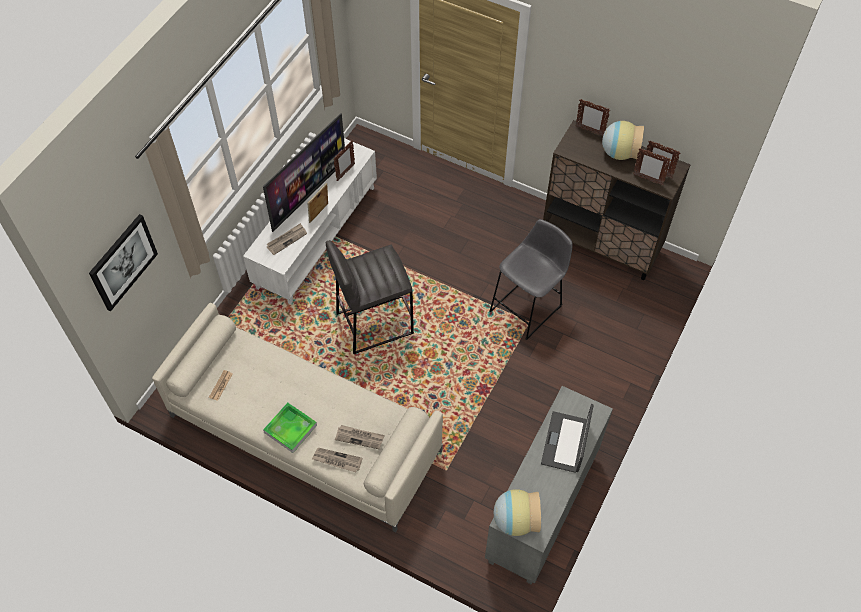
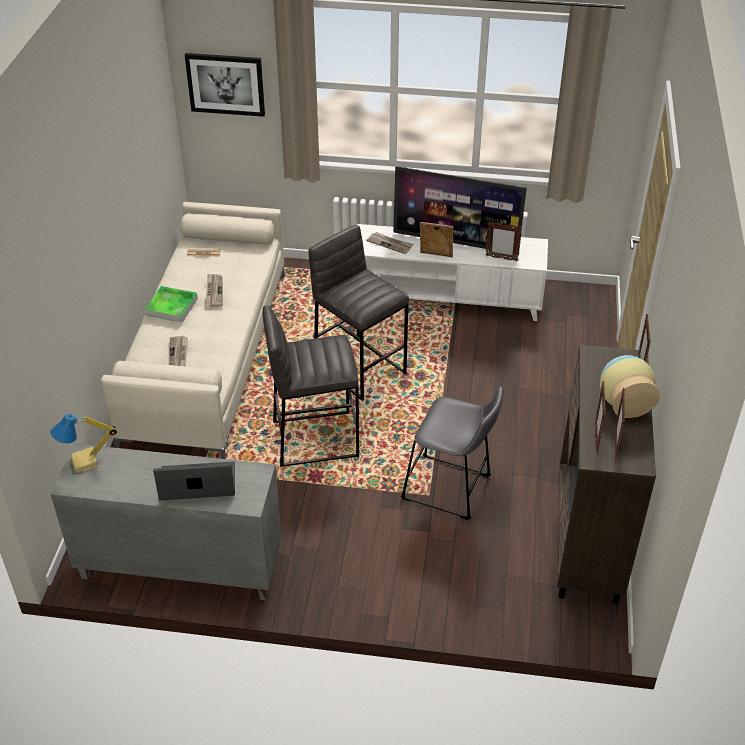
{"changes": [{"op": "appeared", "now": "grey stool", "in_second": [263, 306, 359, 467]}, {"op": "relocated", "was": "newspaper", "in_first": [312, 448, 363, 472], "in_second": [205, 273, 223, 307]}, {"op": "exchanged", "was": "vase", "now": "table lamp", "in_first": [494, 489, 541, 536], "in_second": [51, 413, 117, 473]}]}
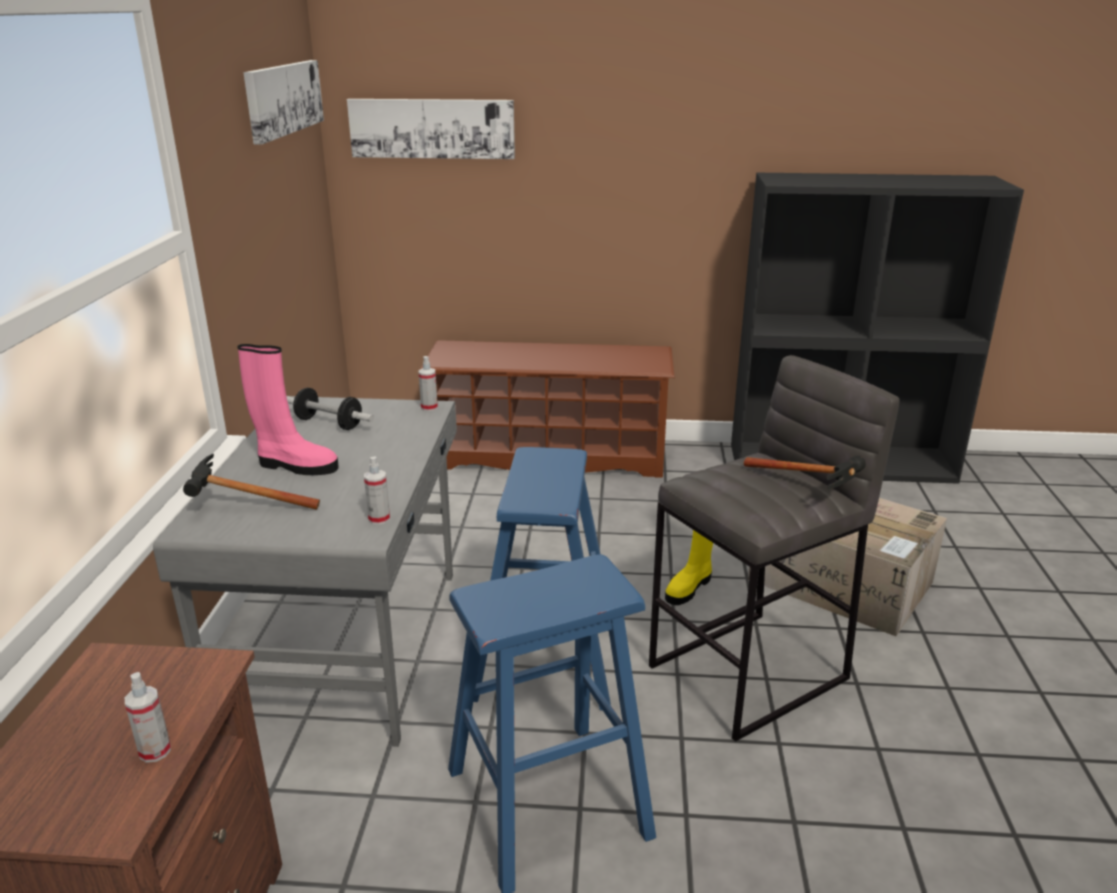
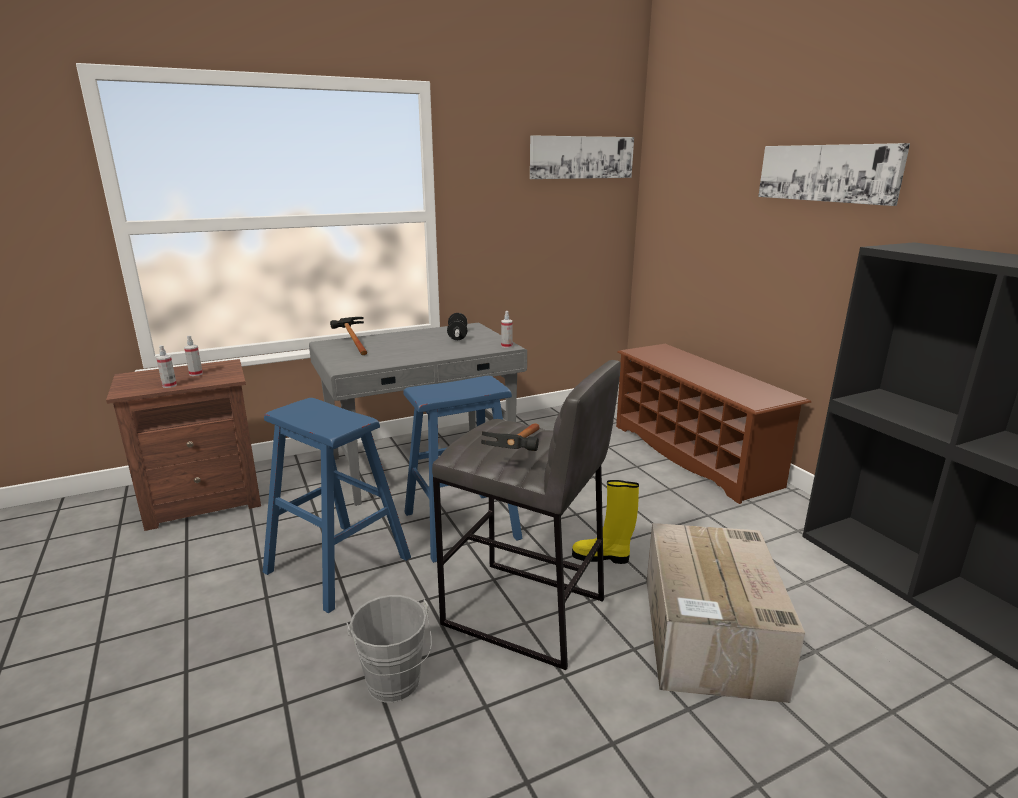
{"changes": [{"op": "missing", "was": "pink boot", "in_first": [237, 344, 339, 475]}, {"op": "appeared", "now": "grey bucket", "in_second": [346, 595, 432, 703]}, {"op": "relocated", "was": "picture", "in_first": [347, 99, 515, 159], "in_second": [758, 143, 910, 206]}, {"op": "relocated", "was": "spray bottle", "in_first": [364, 457, 390, 525], "in_second": [184, 336, 203, 376]}]}
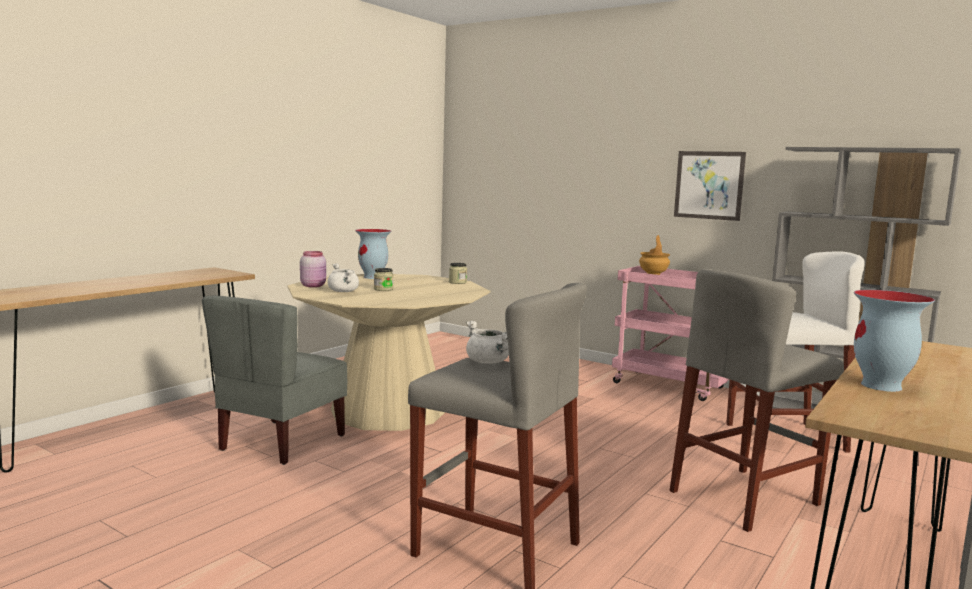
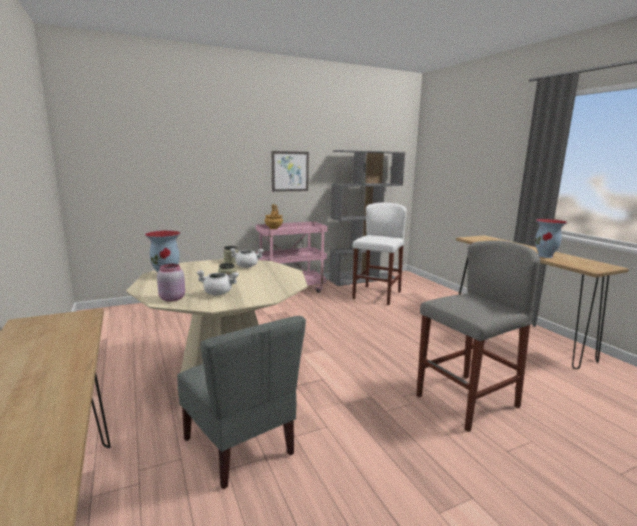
{"changes": [{"op": "missing", "was": "grey stool", "in_first": [669, 269, 844, 532]}, {"op": "relocated", "was": "white cooking pot", "in_first": [466, 321, 509, 364], "in_second": [230, 248, 264, 268]}]}
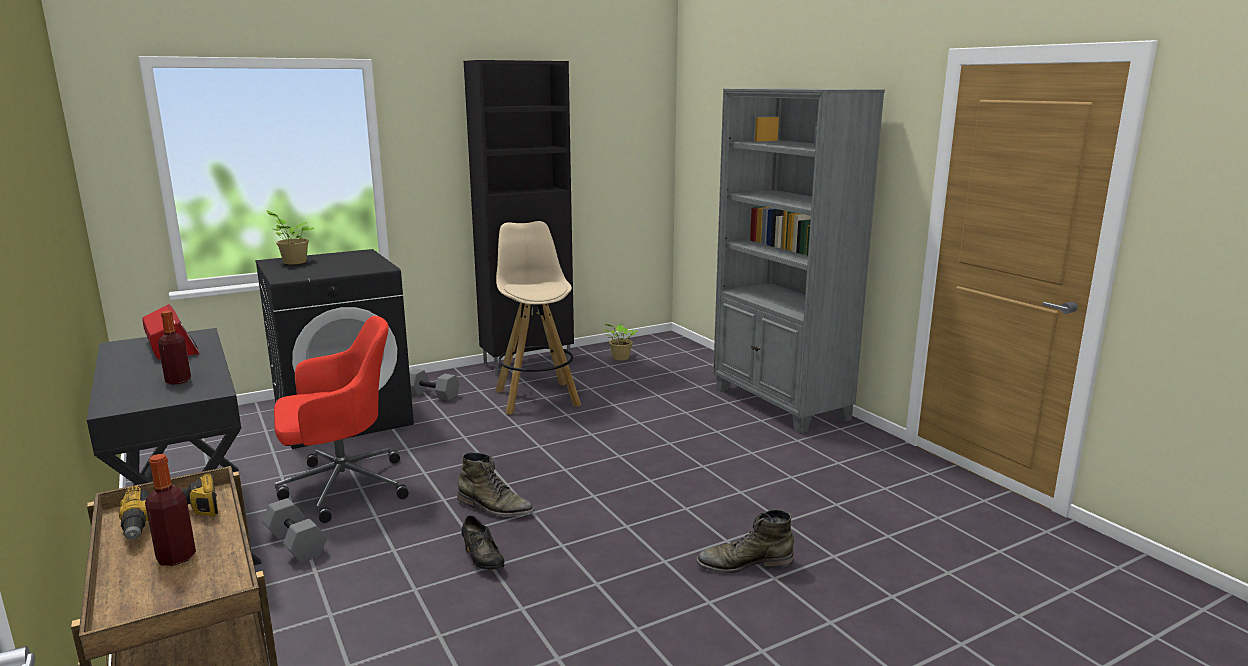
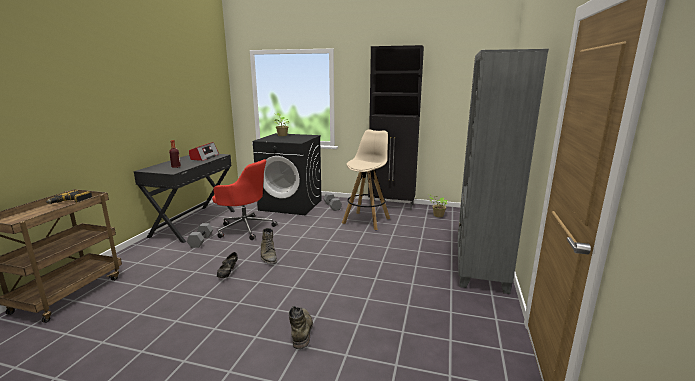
{"changes": [{"op": "missing", "was": "bottle", "in_first": [145, 454, 196, 566]}, {"op": "spun", "was": "green boot", "in_first": [696, 509, 794, 573], "in_second": [289, 306, 313, 349], "clockwise": 45}]}
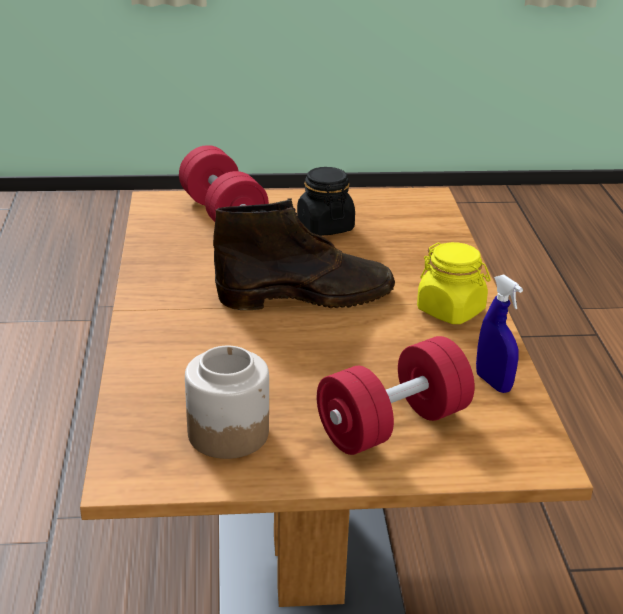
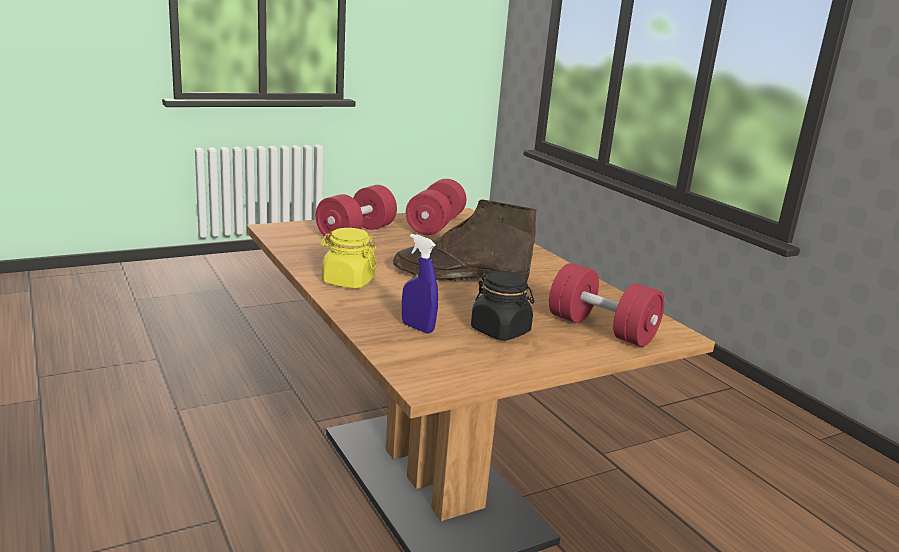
{"changes": [{"op": "relocated", "was": "blue spray bottle", "in_first": [476, 274, 523, 393], "in_second": [402, 234, 438, 334]}, {"op": "exchanged", "was": "jar", "now": "red dumbbell", "in_first": [185, 346, 269, 459], "in_second": [406, 179, 466, 235]}, {"op": "spun", "was": "brown boot", "in_first": [213, 198, 395, 310], "in_second": [393, 200, 536, 281], "clockwise": 45}]}
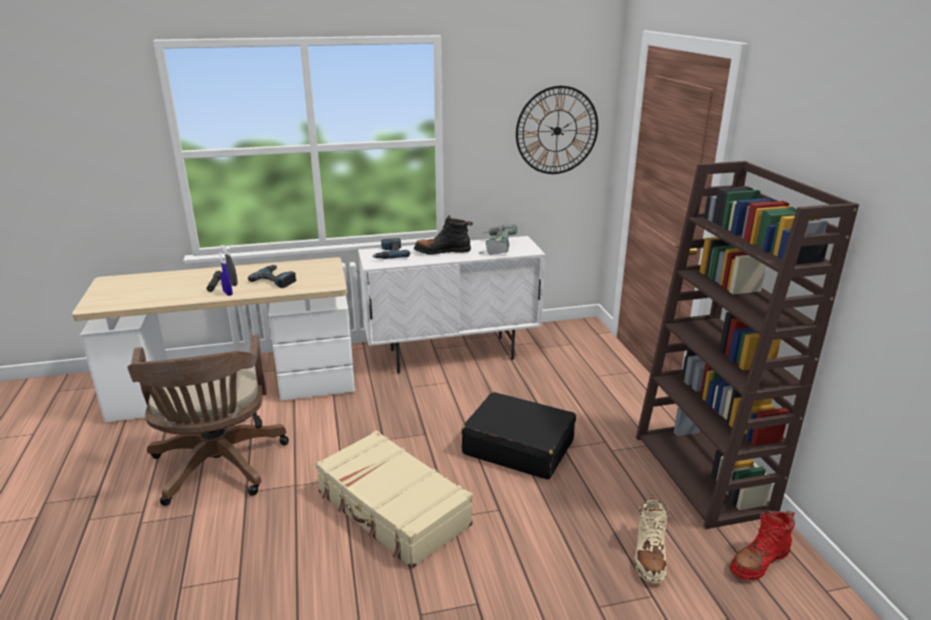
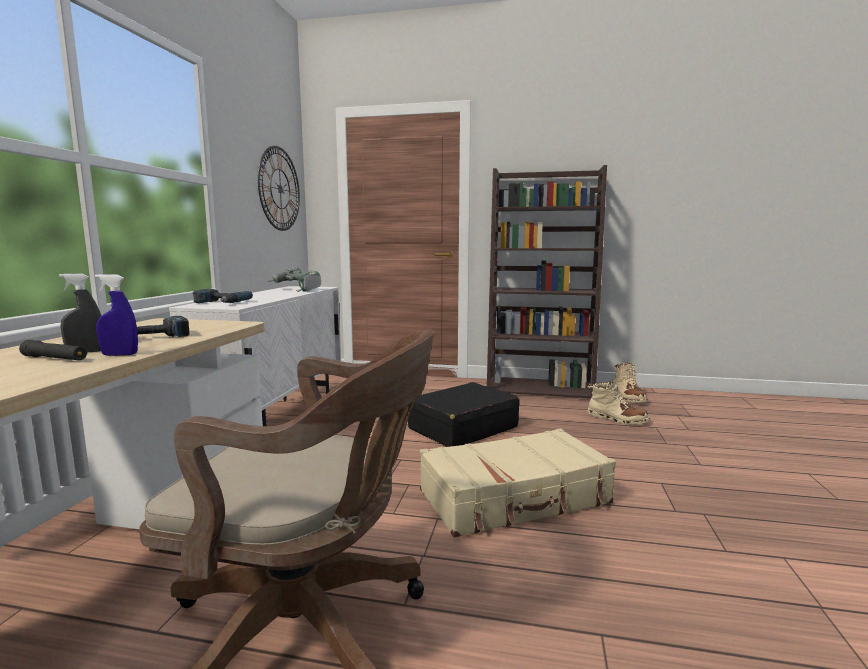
{"changes": [{"op": "missing", "was": "black boot", "in_first": [414, 215, 473, 255]}, {"op": "colour", "was": "red boot", "now": "beige boot", "in_first": [730, 510, 795, 580], "in_second": [614, 362, 648, 403]}]}
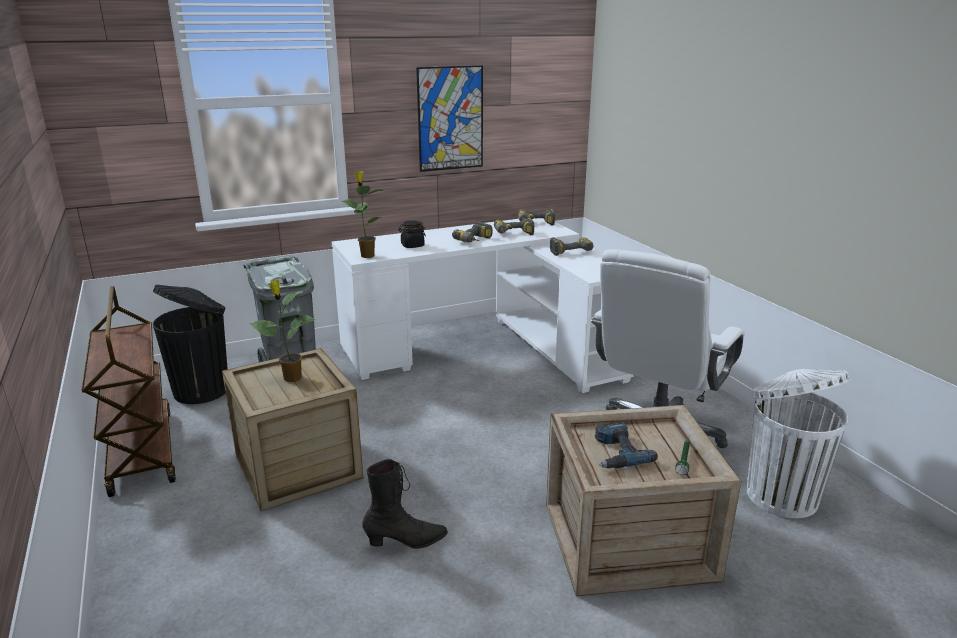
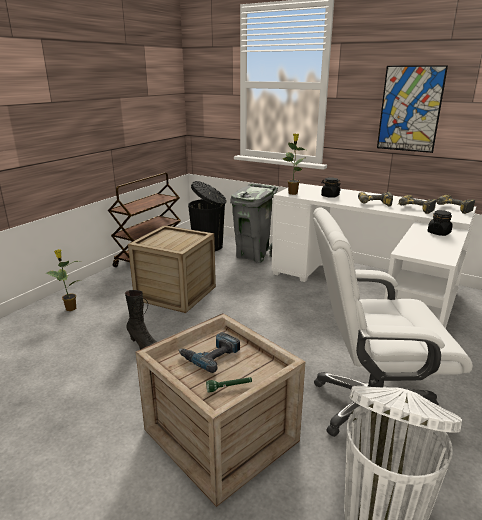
{"changes": [{"op": "relocated", "was": "potted plant", "in_first": [250, 280, 316, 382], "in_second": [46, 249, 81, 311]}, {"op": "exchanged", "was": "power drill", "now": "black jar", "in_first": [550, 238, 594, 256], "in_second": [427, 210, 453, 236]}]}
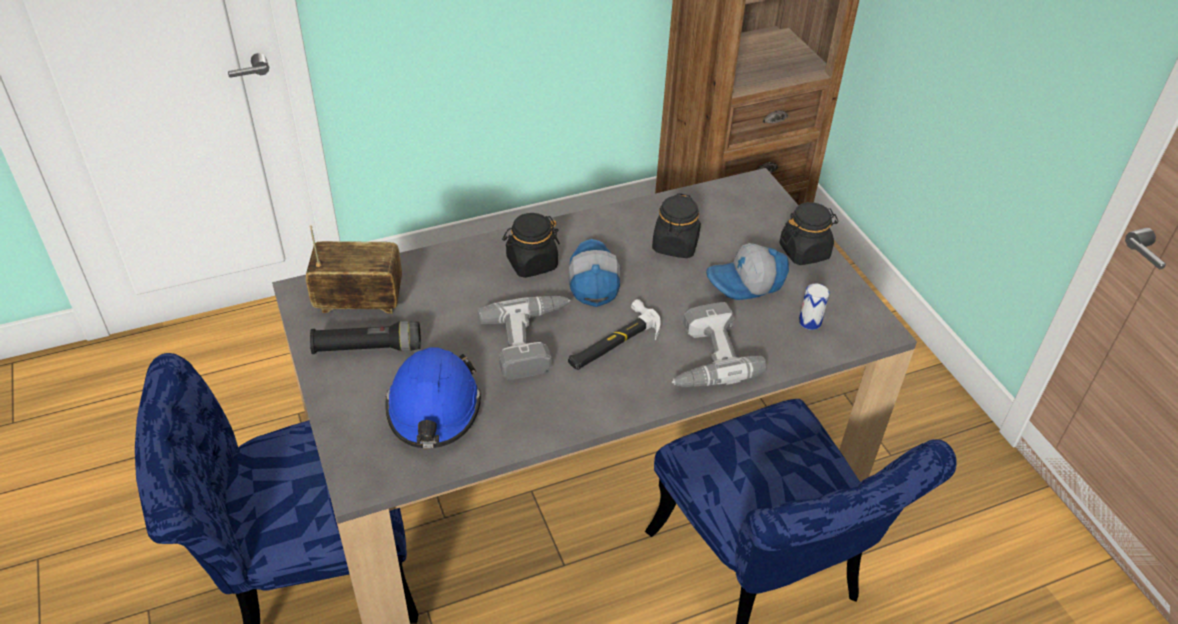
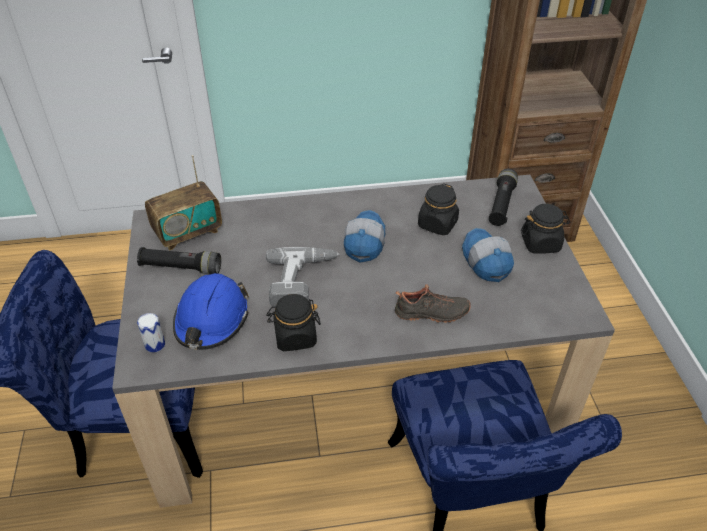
{"changes": [{"op": "missing", "was": "hammer", "in_first": [568, 299, 661, 370]}, {"op": "appeared", "now": "black flashlight", "in_second": [489, 169, 518, 226]}, {"op": "relocated", "was": "black jar", "in_first": [502, 213, 560, 278], "in_second": [266, 294, 321, 351]}, {"op": "relocated", "was": "can", "in_first": [799, 283, 829, 330], "in_second": [137, 313, 165, 352]}, {"op": "exchanged", "was": "power drill", "now": "black shoe", "in_first": [672, 302, 767, 387], "in_second": [395, 285, 471, 323]}, {"op": "spun", "was": "radio", "in_first": [306, 225, 402, 313], "in_second": [145, 155, 222, 251], "clockwise": 135}, {"op": "spun", "was": "cap", "in_first": [706, 243, 789, 300], "in_second": [462, 228, 514, 282], "clockwise": 75}]}
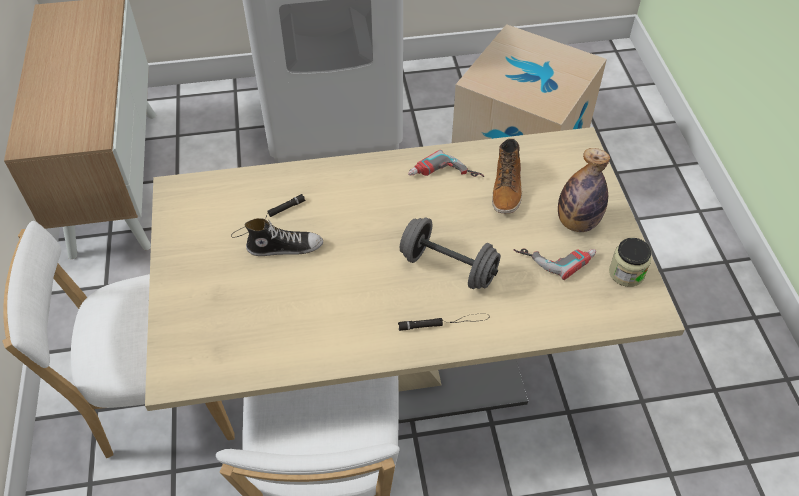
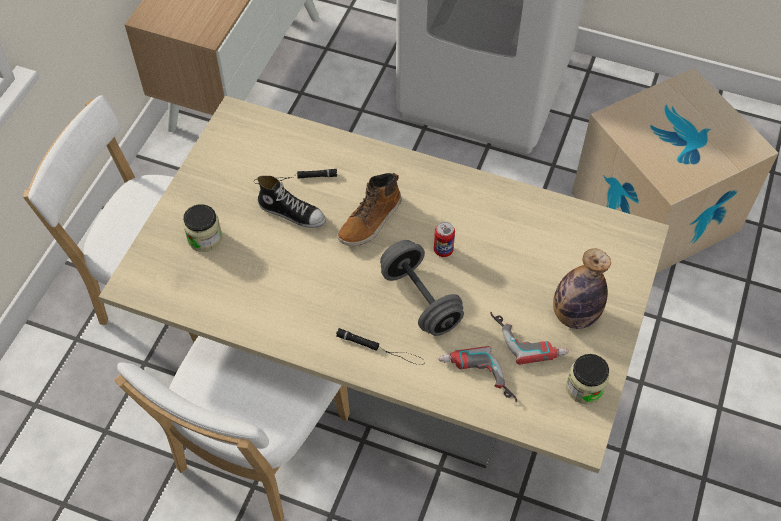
{"changes": [{"op": "appeared", "now": "jar", "in_second": [183, 204, 222, 252]}, {"op": "appeared", "now": "can", "in_second": [434, 222, 455, 257]}, {"op": "relocated", "was": "power drill", "in_first": [408, 150, 484, 177], "in_second": [439, 346, 517, 402]}, {"op": "relocated", "was": "boot", "in_first": [492, 138, 522, 214], "in_second": [337, 173, 402, 246]}]}
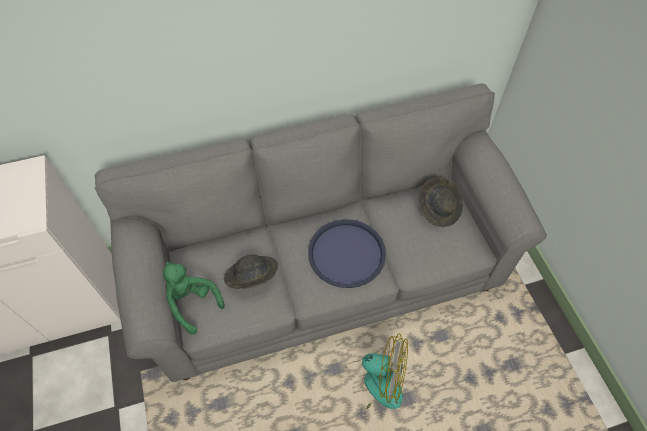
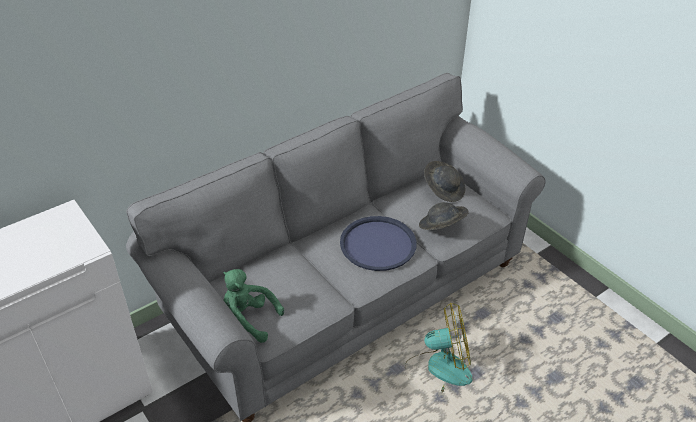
{"changes": [{"op": "relocated", "was": "grey hat", "in_first": [224, 254, 278, 289], "in_second": [419, 202, 469, 230]}]}
